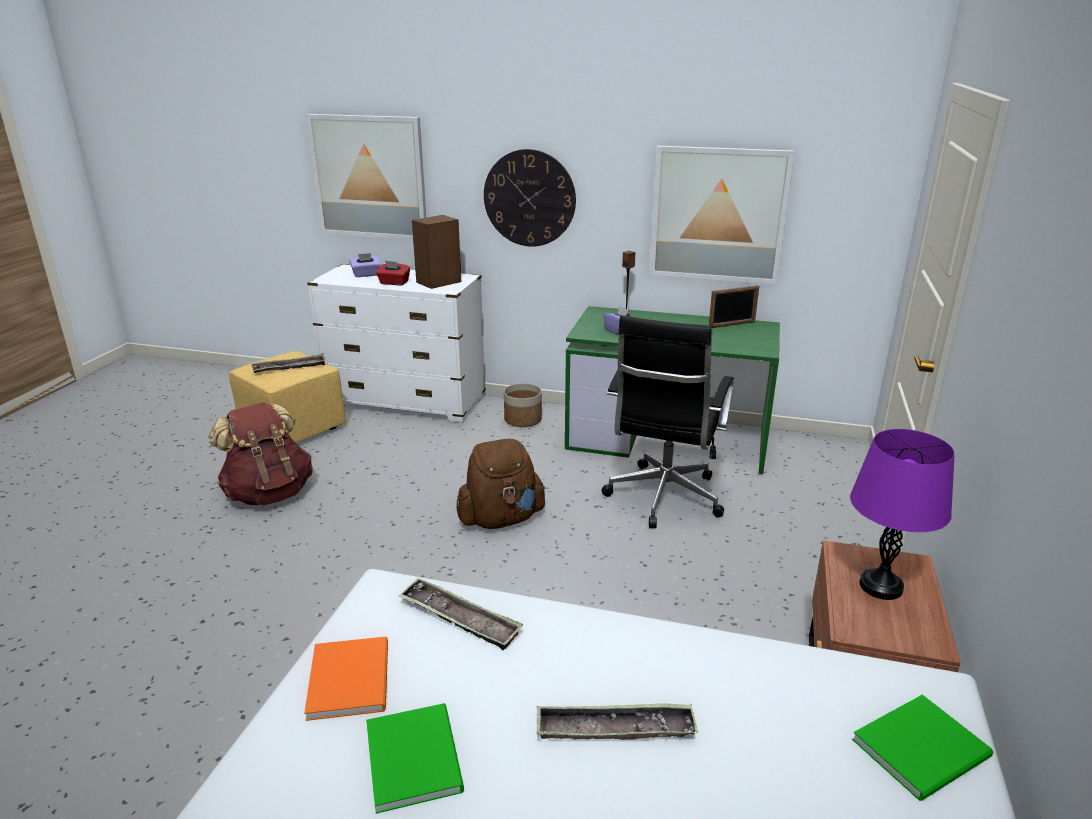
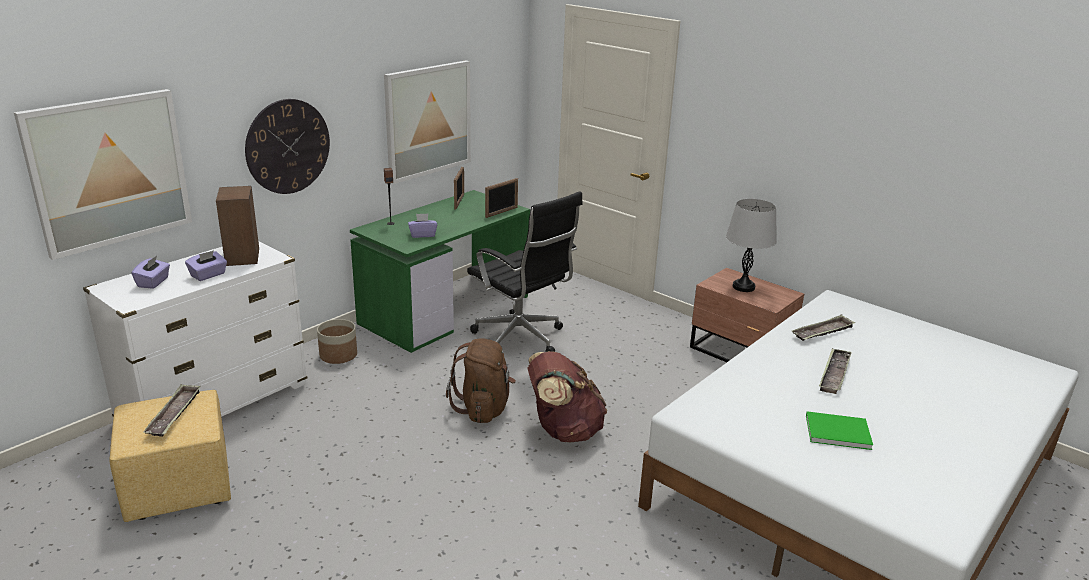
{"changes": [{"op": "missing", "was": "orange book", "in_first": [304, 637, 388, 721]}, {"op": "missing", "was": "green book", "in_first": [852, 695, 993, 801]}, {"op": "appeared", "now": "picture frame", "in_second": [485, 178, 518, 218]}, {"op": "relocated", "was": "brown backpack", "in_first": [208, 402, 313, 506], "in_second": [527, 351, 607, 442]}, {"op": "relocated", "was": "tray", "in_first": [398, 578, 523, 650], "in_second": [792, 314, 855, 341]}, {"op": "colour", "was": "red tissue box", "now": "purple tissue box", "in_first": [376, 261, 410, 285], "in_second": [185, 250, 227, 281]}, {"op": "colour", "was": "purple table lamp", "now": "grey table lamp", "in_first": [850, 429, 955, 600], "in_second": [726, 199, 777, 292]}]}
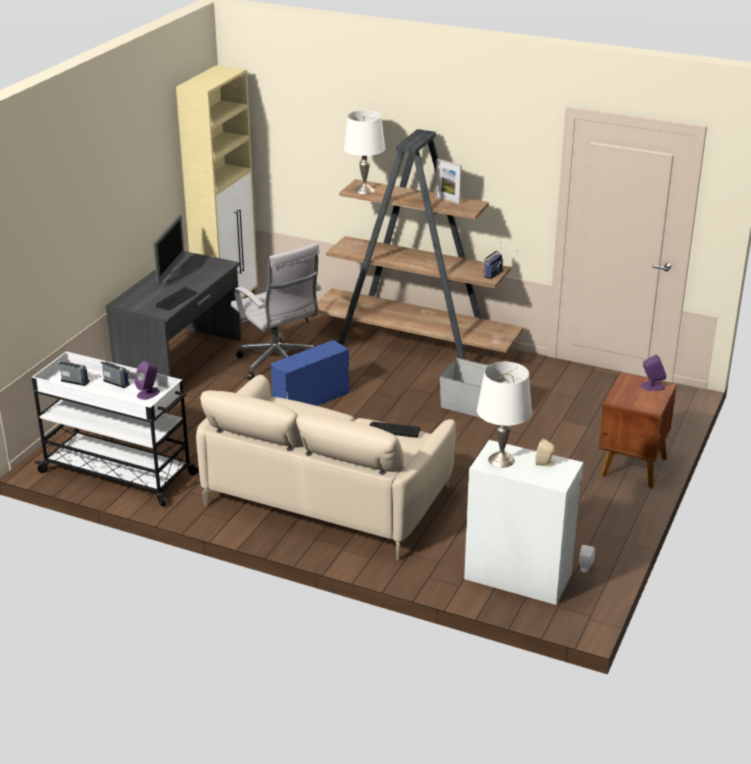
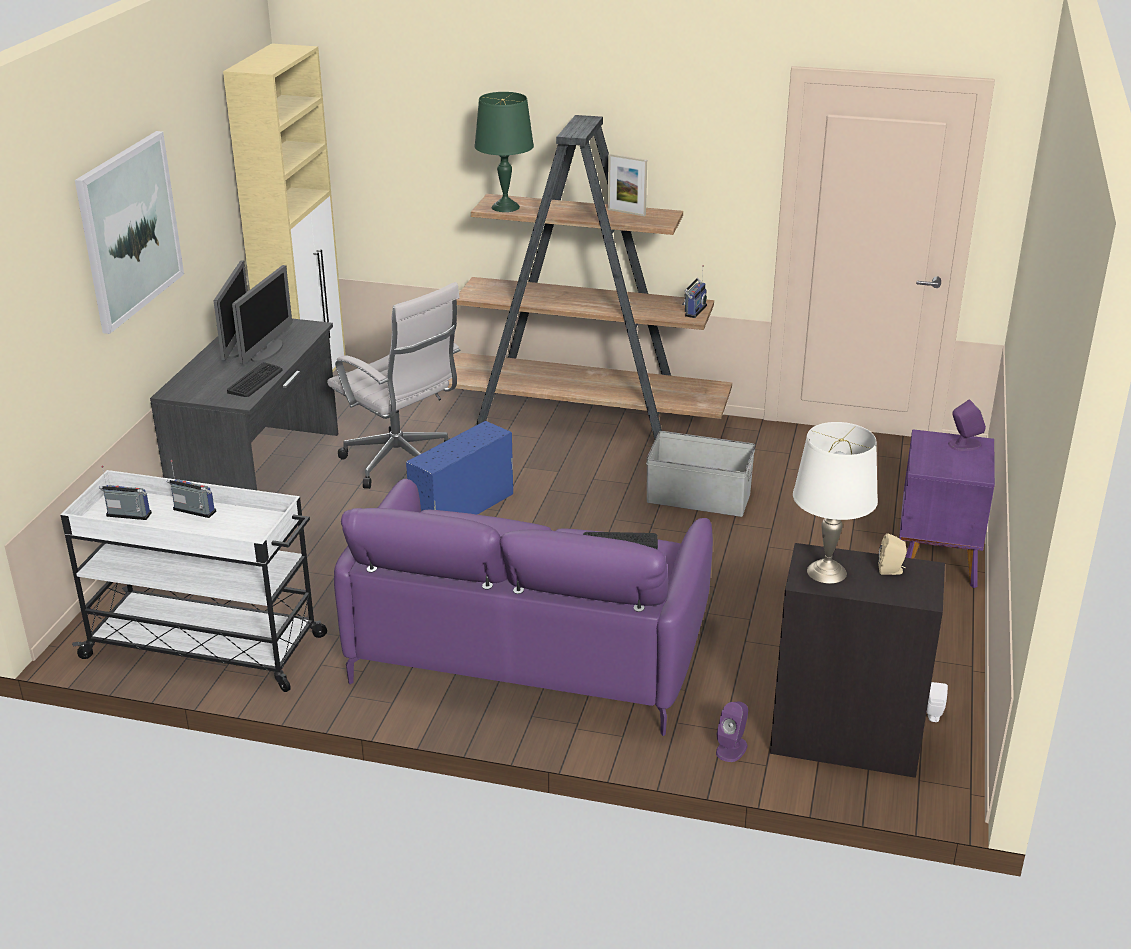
{"changes": [{"op": "appeared", "now": "picture", "in_second": [75, 131, 184, 334]}, {"op": "appeared", "now": "monitor", "in_second": [232, 265, 292, 364]}, {"op": "relocated", "was": "purple speaker", "in_first": [135, 361, 160, 400], "in_second": [716, 702, 748, 762]}, {"op": "colour", "was": "beige sofa", "now": "purple sofa", "in_first": [196, 375, 456, 561], "in_second": [334, 479, 713, 736]}, {"op": "colour", "was": "white table lamp", "now": "green table lamp", "in_first": [344, 110, 385, 194], "in_second": [474, 92, 534, 212]}, {"op": "colour", "was": "white cabinet", "now": "black cabinet", "in_first": [464, 440, 583, 605], "in_second": [770, 543, 945, 778]}, {"op": "colour", "was": "brown nightstand", "now": "purple nightstand", "in_first": [598, 372, 677, 489], "in_second": [899, 429, 995, 588]}]}
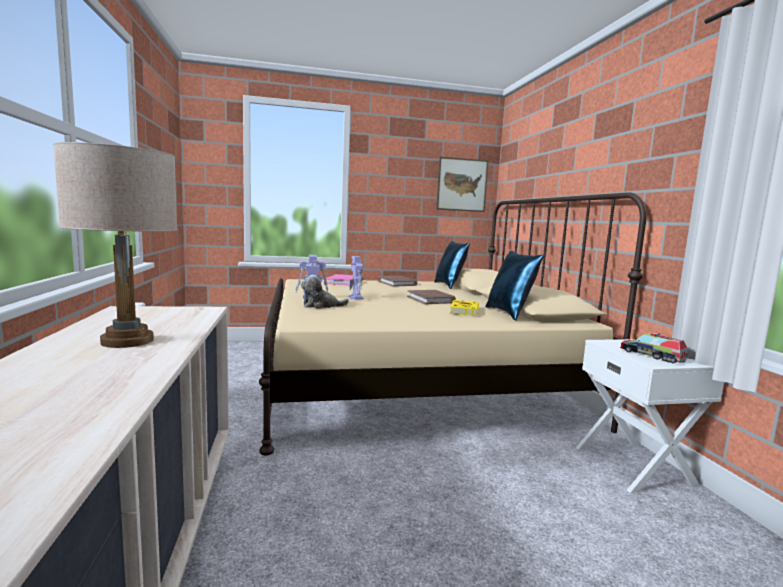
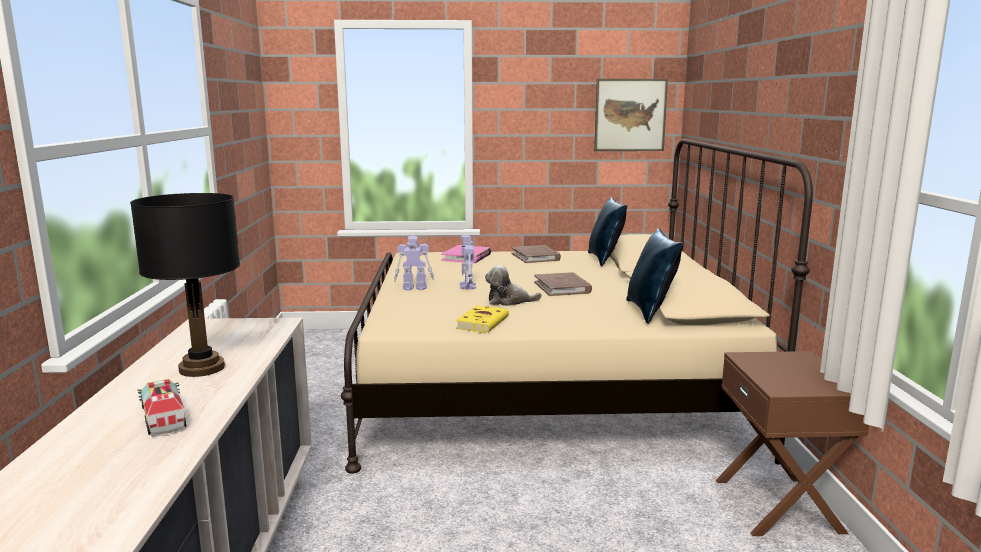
{"changes": [{"op": "relocated", "was": "plush toy", "in_first": [301, 275, 349, 308], "in_second": [485, 265, 542, 306]}, {"op": "relocated", "was": "yellow book", "in_first": [450, 300, 479, 316], "in_second": [455, 305, 509, 333]}, {"op": "relocated", "was": "toy truck", "in_first": [620, 332, 688, 363], "in_second": [138, 379, 186, 435]}, {"op": "colour", "was": "beige table lamp", "now": "black table lamp", "in_first": [53, 142, 177, 348], "in_second": [130, 193, 240, 377]}, {"op": "colour", "was": "white nightstand", "now": "brown nightstand", "in_first": [576, 339, 724, 493], "in_second": [716, 351, 869, 536]}]}
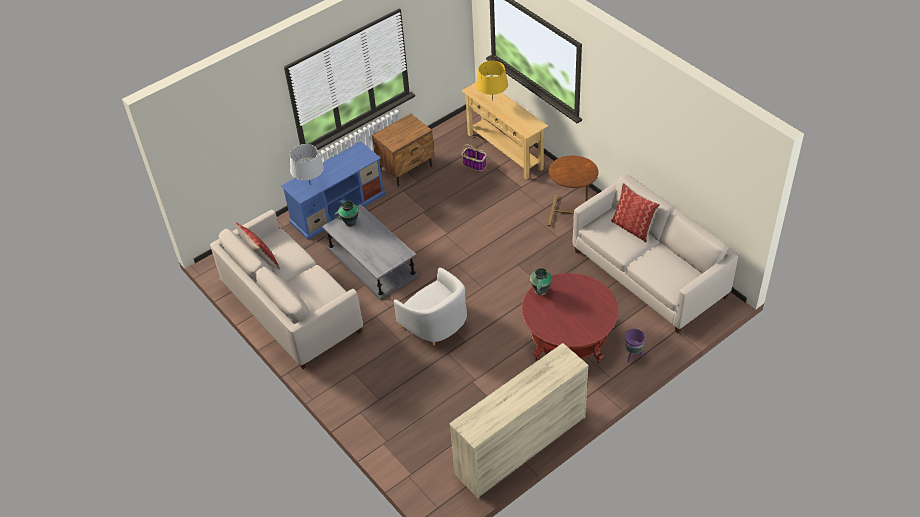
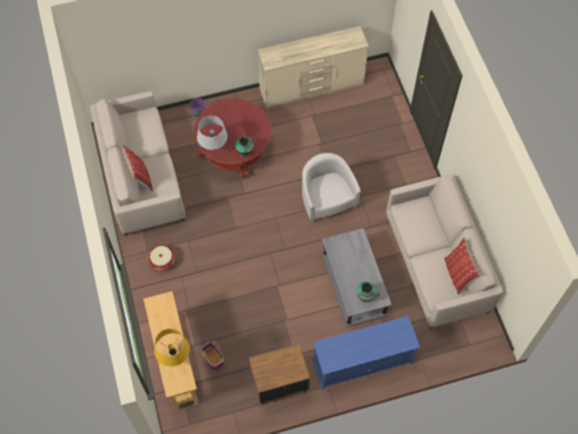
{"changes": [{"op": "relocated", "was": "grey table lamp", "in_first": [290, 144, 324, 185], "in_second": [197, 116, 228, 150]}, {"op": "exchanged", "was": "brown side table", "now": "basket", "in_first": [548, 156, 598, 226], "in_second": [147, 245, 176, 271]}]}
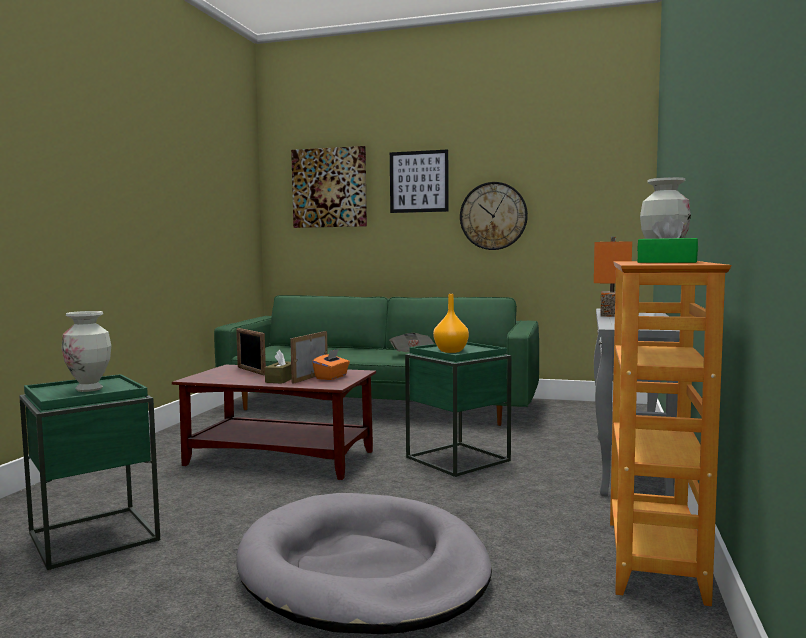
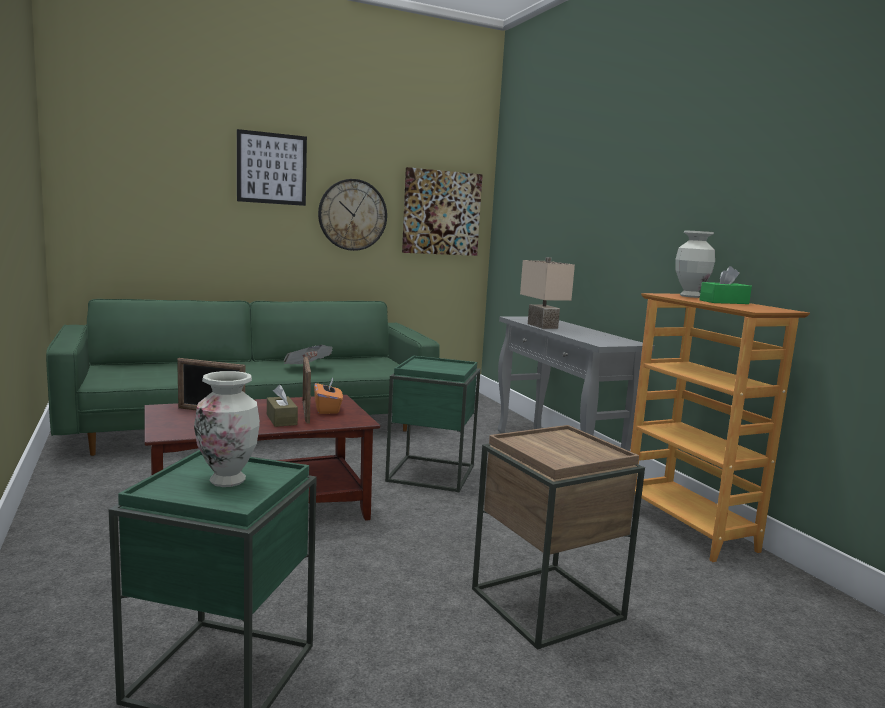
{"changes": [{"op": "missing", "was": "orange vase", "in_first": [433, 294, 469, 353]}, {"op": "relocated", "was": "picture", "in_first": [291, 146, 367, 228], "in_second": [402, 167, 483, 256]}, {"op": "exchanged", "was": "grey dog bed", "now": "brown side table", "in_first": [236, 493, 492, 634], "in_second": [472, 425, 645, 650]}, {"op": "colour", "was": "orange table lamp", "now": "beige table lamp", "in_first": [594, 236, 632, 317], "in_second": [520, 257, 575, 329]}]}
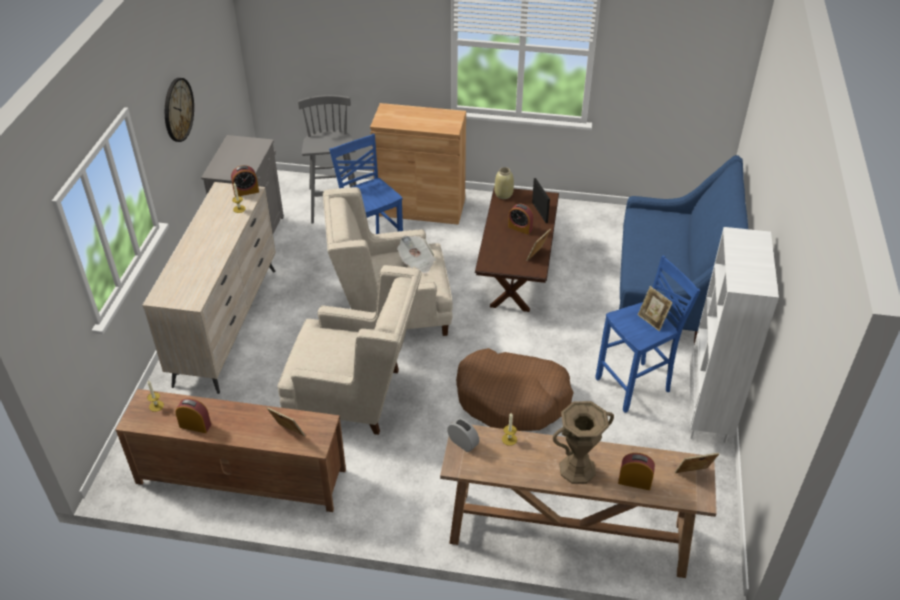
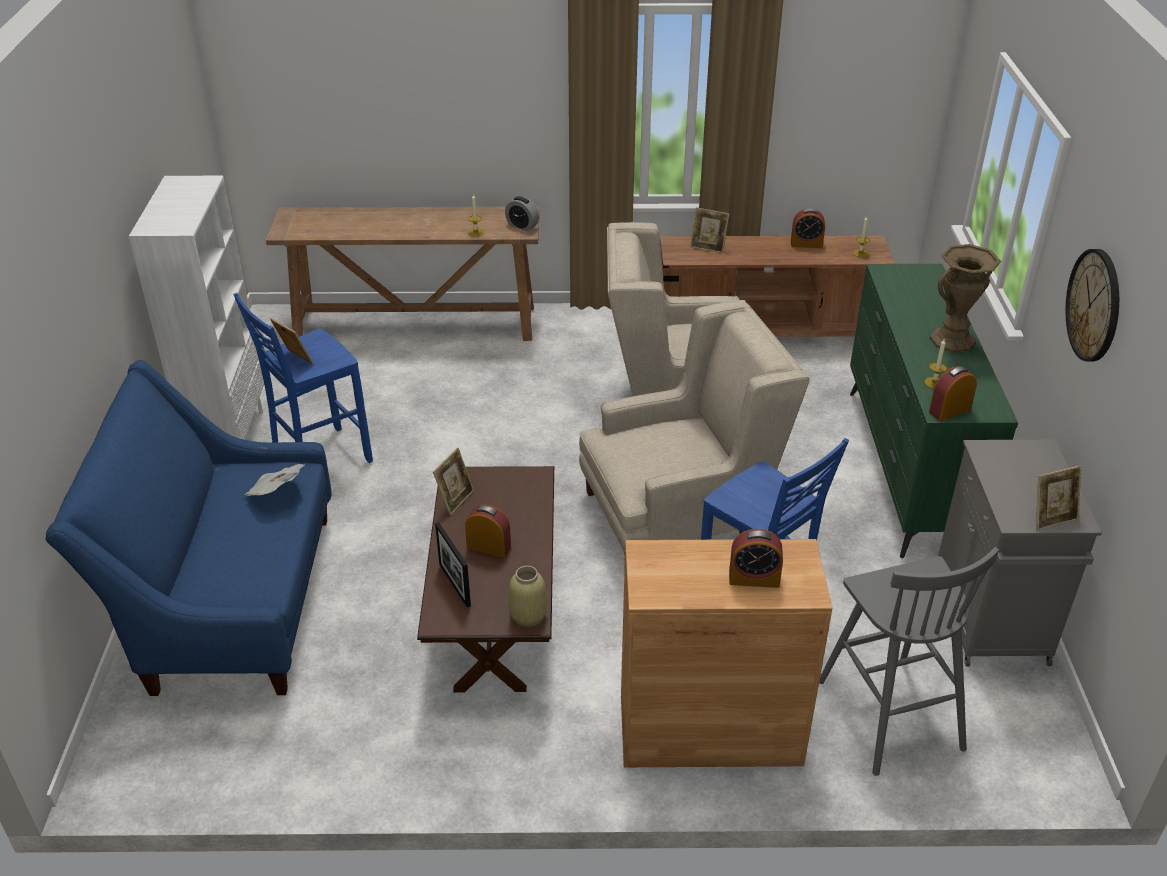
{"changes": [{"op": "missing", "was": "brown dog bed", "in_first": [456, 348, 574, 431]}, {"op": "relocated", "was": "newspaper", "in_first": [397, 235, 436, 274], "in_second": [244, 464, 305, 496]}, {"op": "relocated", "was": "brown vase", "in_first": [553, 401, 614, 484], "in_second": [930, 244, 1001, 353]}, {"op": "relocated", "was": "alarm clock", "in_first": [618, 453, 655, 490], "in_second": [729, 529, 783, 588]}, {"op": "relocated", "was": "picture frame", "in_first": [675, 453, 719, 473], "in_second": [1036, 465, 1082, 531]}, {"op": "colour", "was": "beige dresser", "now": "green dresser", "in_first": [142, 182, 276, 394], "in_second": [850, 264, 1018, 558]}]}
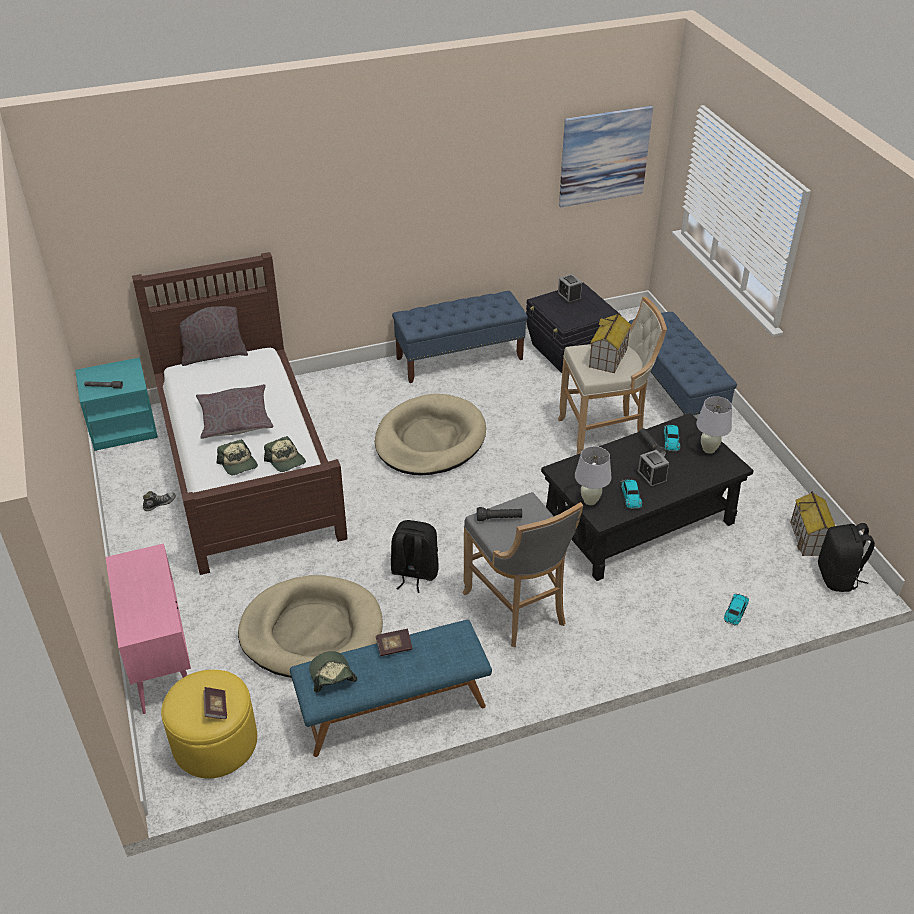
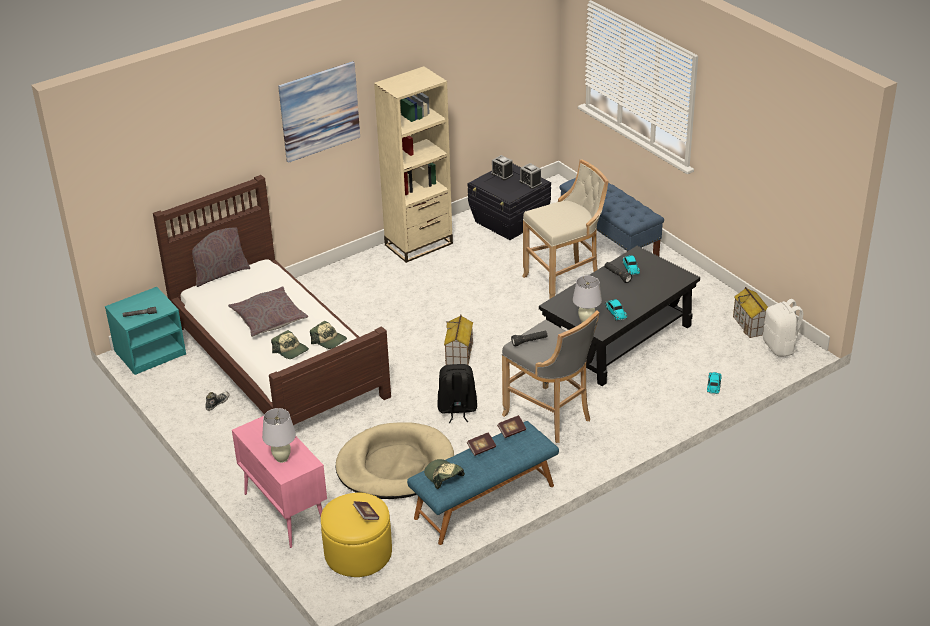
{"changes": [{"op": "missing", "was": "beige dog bed", "in_first": [375, 394, 486, 476]}, {"op": "appeared", "now": "book", "in_second": [497, 415, 526, 438]}, {"op": "relocated", "was": "picture", "in_first": [559, 106, 653, 207], "in_second": [278, 61, 360, 163]}, {"op": "relocated", "was": "toy house", "in_first": [589, 313, 631, 374], "in_second": [444, 314, 473, 365]}, {"op": "relocated", "was": "alarm clock", "in_first": [637, 450, 669, 488], "in_second": [520, 163, 542, 189]}, {"op": "relocated", "was": "white table lamp", "in_first": [696, 396, 732, 454], "in_second": [262, 408, 296, 463]}, {"op": "exchanged", "was": "blue bench", "now": "beige bookcase", "in_first": [392, 291, 528, 383], "in_second": [374, 66, 453, 263]}, {"op": "colour", "was": "black backpack", "now": "white backpack", "in_first": [818, 523, 875, 592], "in_second": [763, 299, 804, 357]}]}
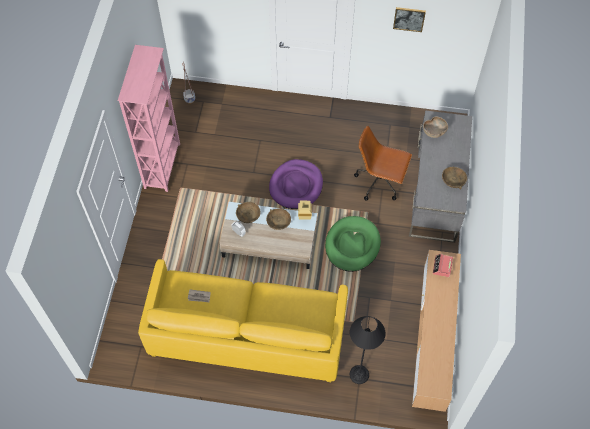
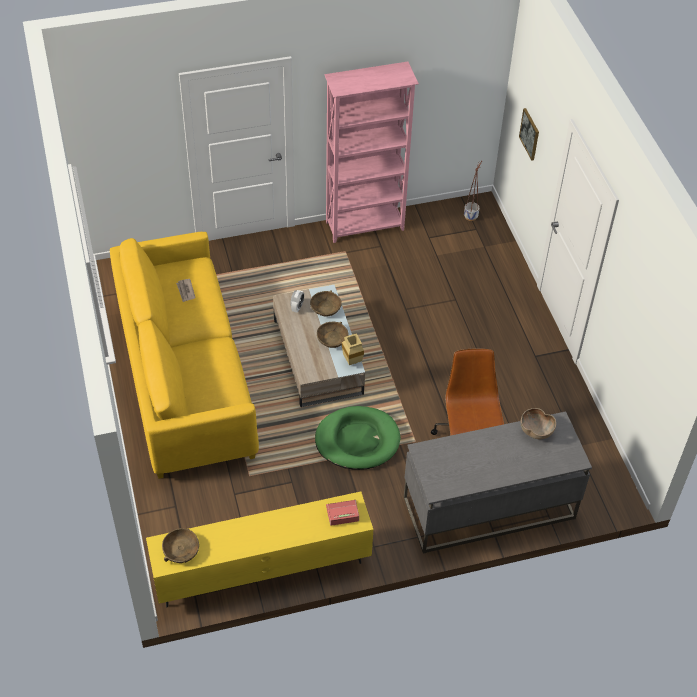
{"changes": [{"op": "missing", "was": "purple dog bed", "in_first": [269, 159, 323, 209]}, {"op": "missing", "was": "black floor lamp", "in_first": [350, 316, 385, 384]}, {"op": "relocated", "was": "picture", "in_first": [393, 7, 426, 32], "in_second": [519, 108, 539, 161]}, {"op": "relocated", "was": "brown bowl", "in_first": [442, 167, 467, 190], "in_second": [162, 528, 199, 563]}, {"op": "colour", "was": "brown tv stand", "now": "yellow tv stand", "in_first": [412, 250, 461, 412], "in_second": [146, 491, 373, 608]}]}
